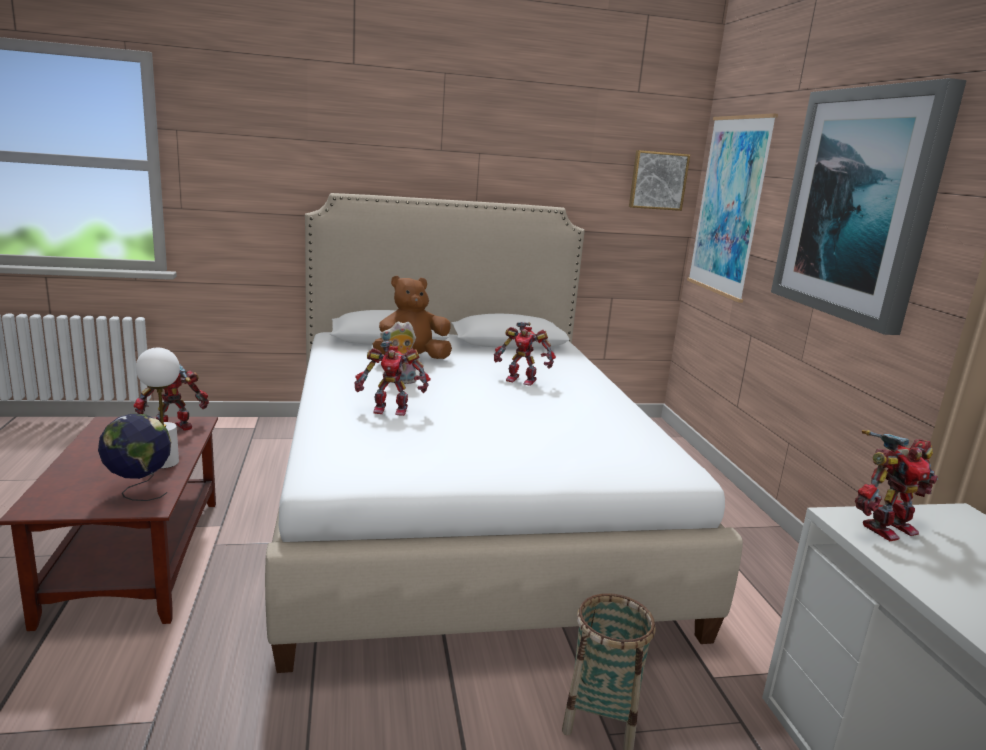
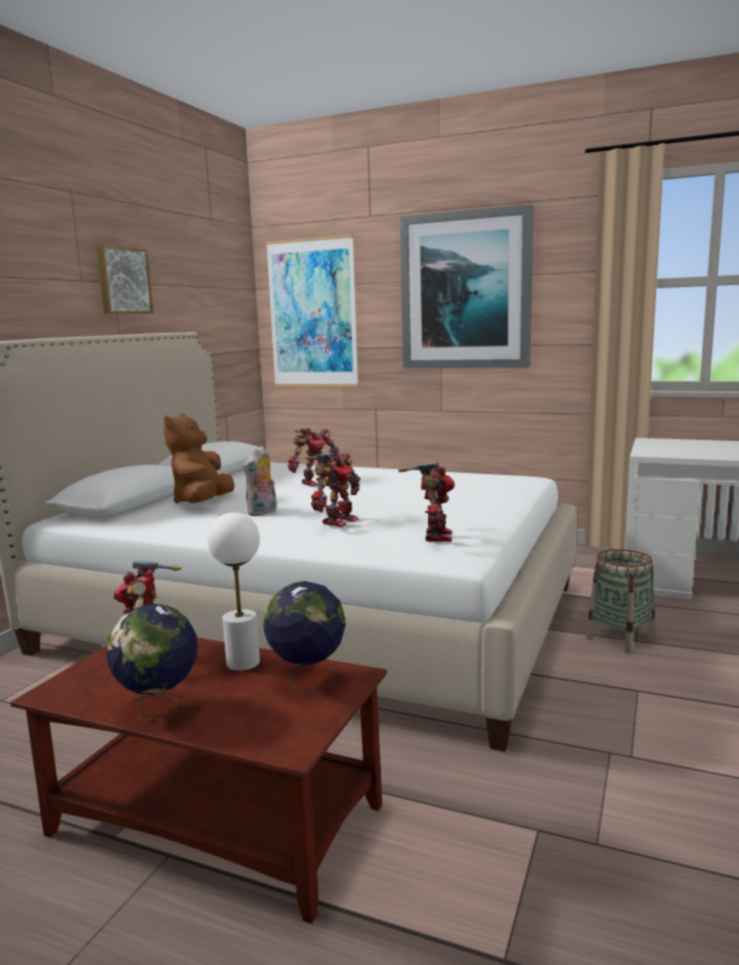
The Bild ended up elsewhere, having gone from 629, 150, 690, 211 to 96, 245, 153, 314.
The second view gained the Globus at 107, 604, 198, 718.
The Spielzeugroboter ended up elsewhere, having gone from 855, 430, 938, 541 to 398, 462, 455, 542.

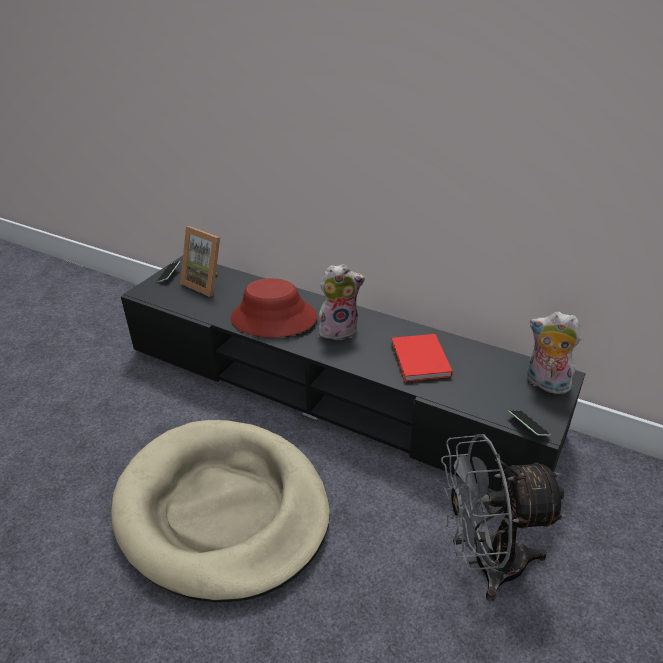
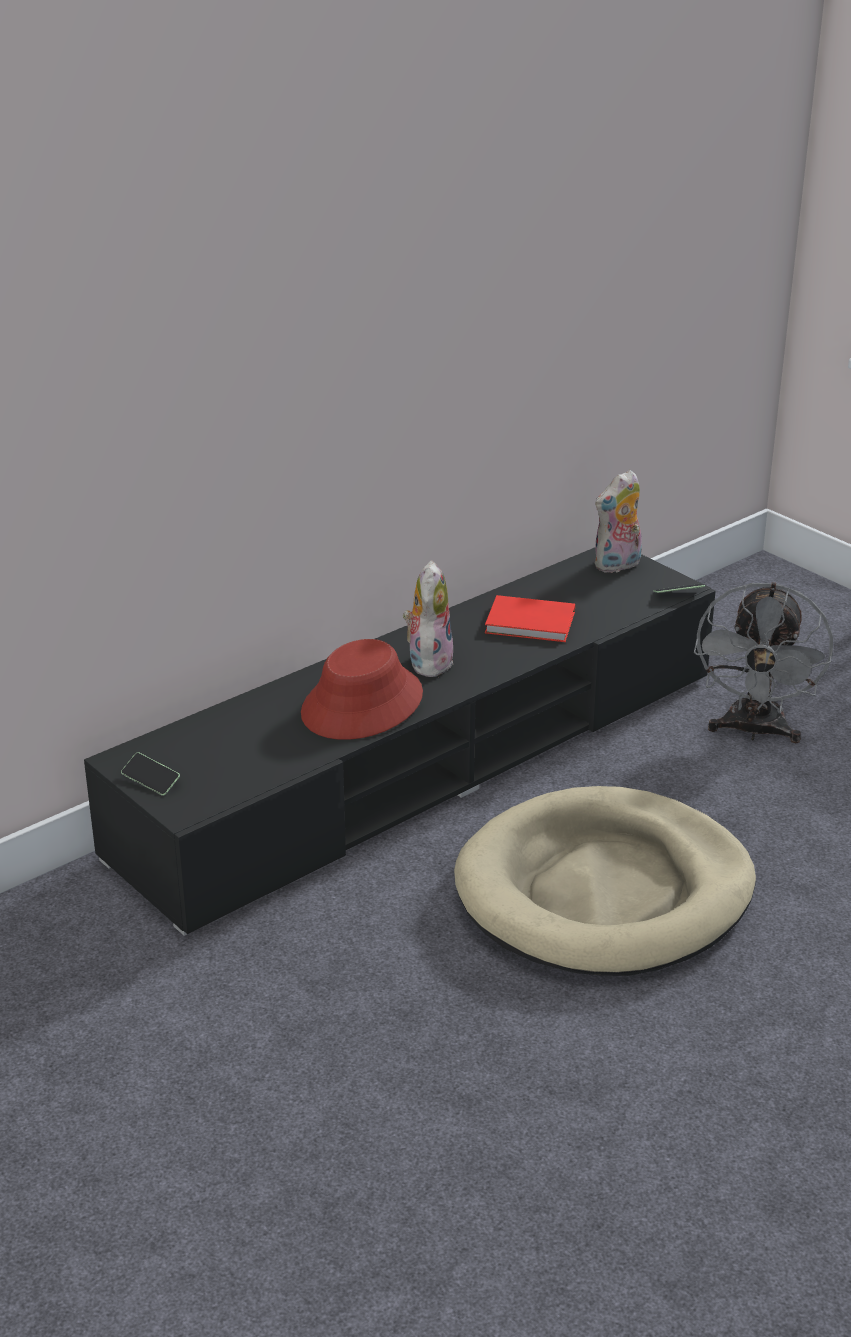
The second view lost the Bilderrahmen at 180, 226, 220, 297.

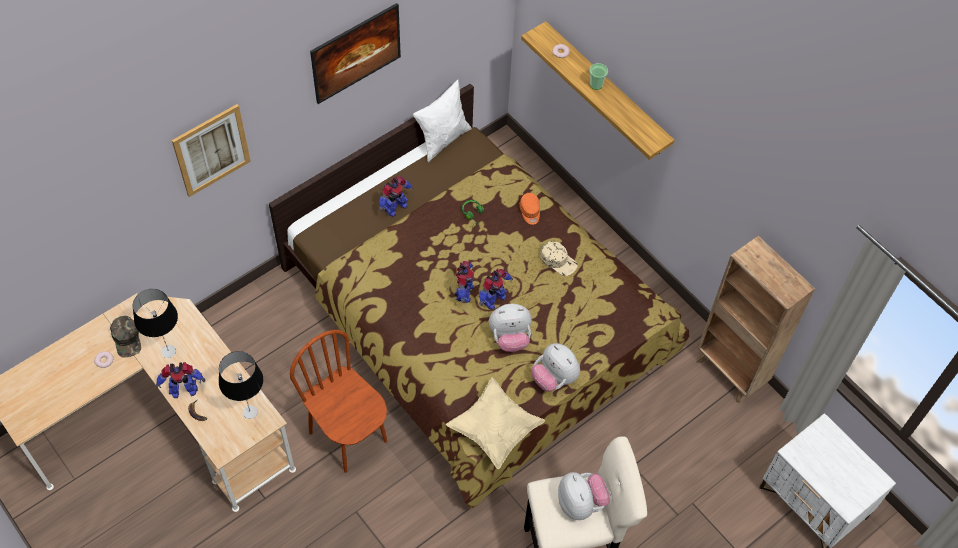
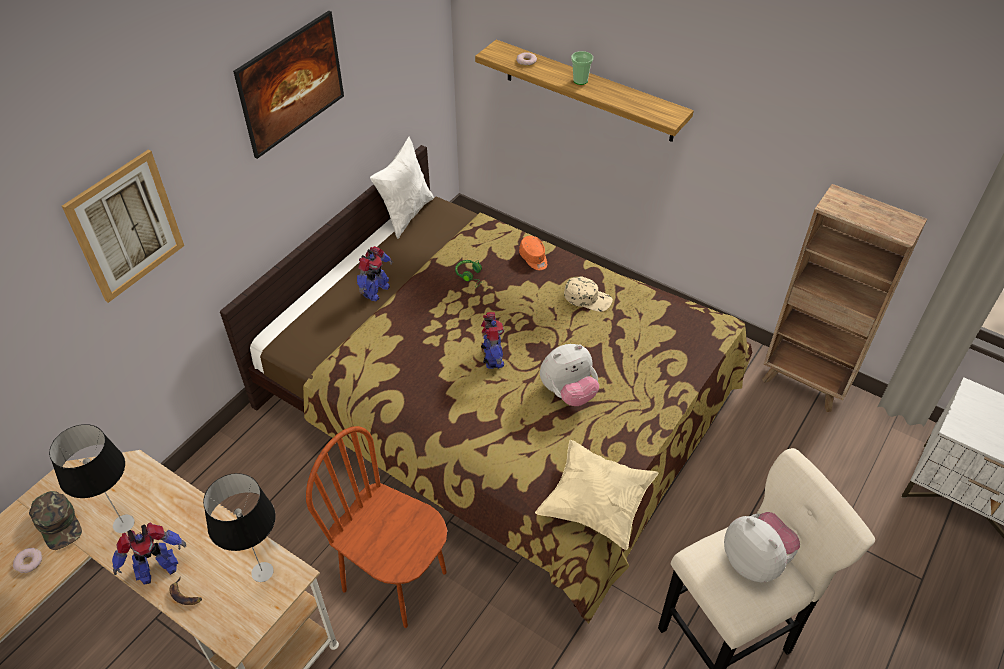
The second view lost the Spielzeugroboter at 479, 269, 513, 310.
The second view lost the Plüschtier at 531, 343, 580, 392.

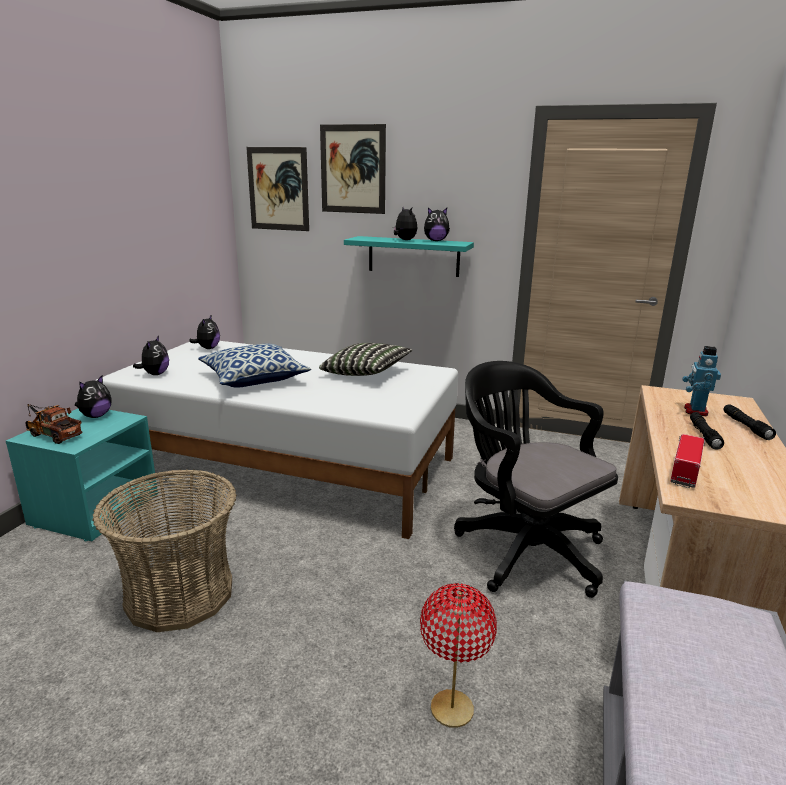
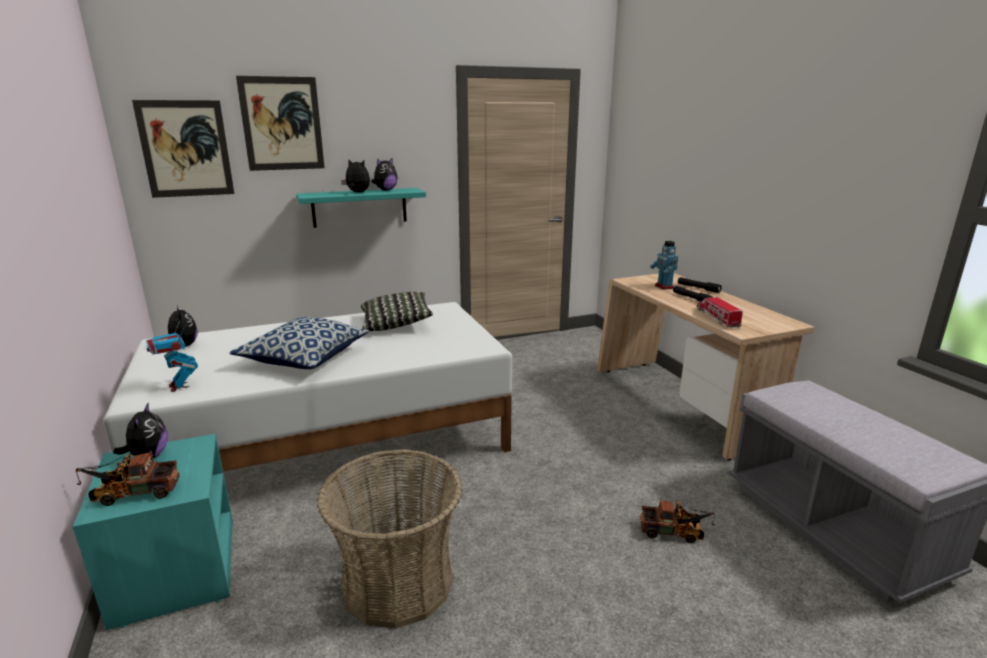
Where the Plüschtier stood at 133, 335, 169, 375, the Spielzeugroboter came to stand at 146, 321, 198, 392.
Where the Tischlampe [rot] stood at 420, 583, 497, 728, the Spielzeuglaster came to stand at 640, 499, 715, 543.
The second view lost the Bürostuhl [schwarz] at 454, 361, 618, 598.

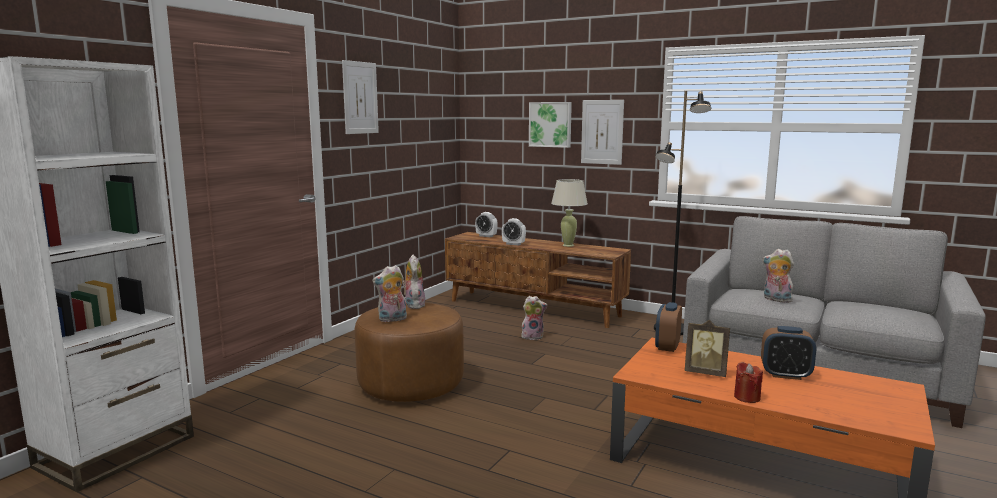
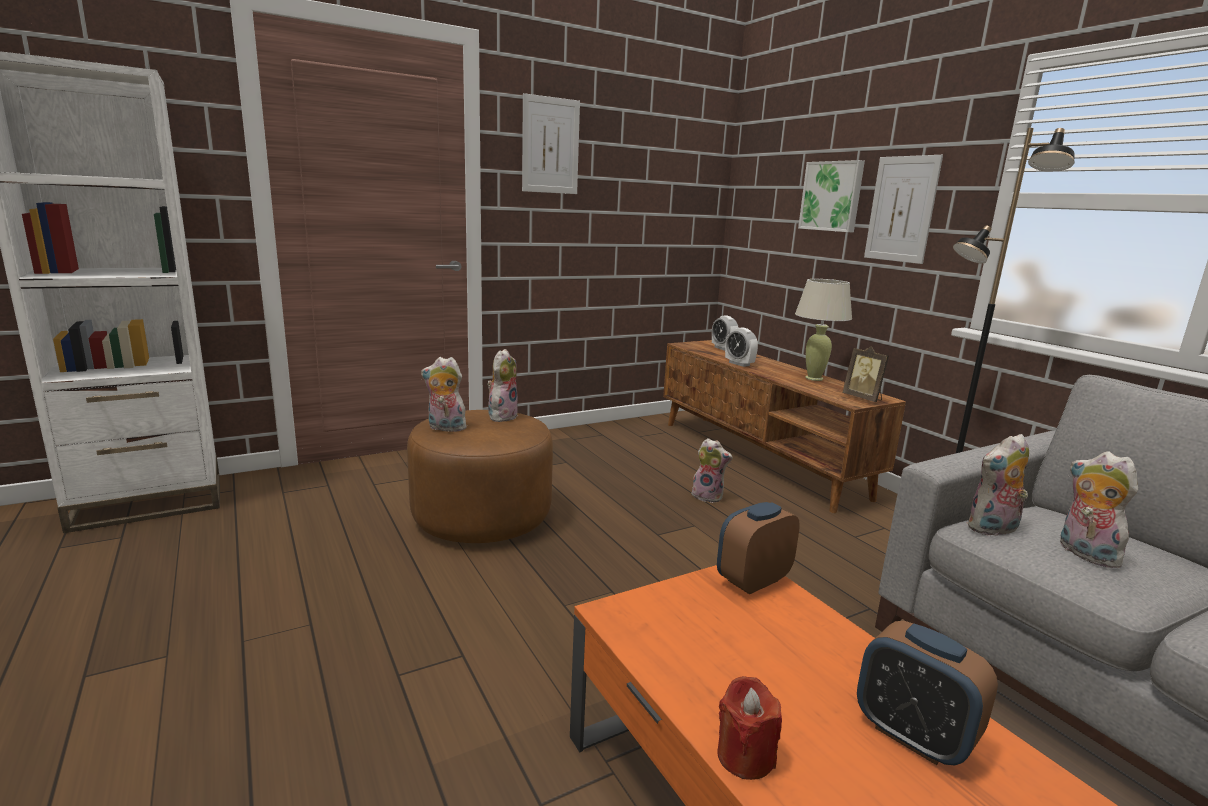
The Bilderrahmen ended up elsewhere, having gone from 685, 320, 730, 377 to 842, 346, 889, 402.
The second view gained the Plüschtier at 967, 434, 1029, 537.

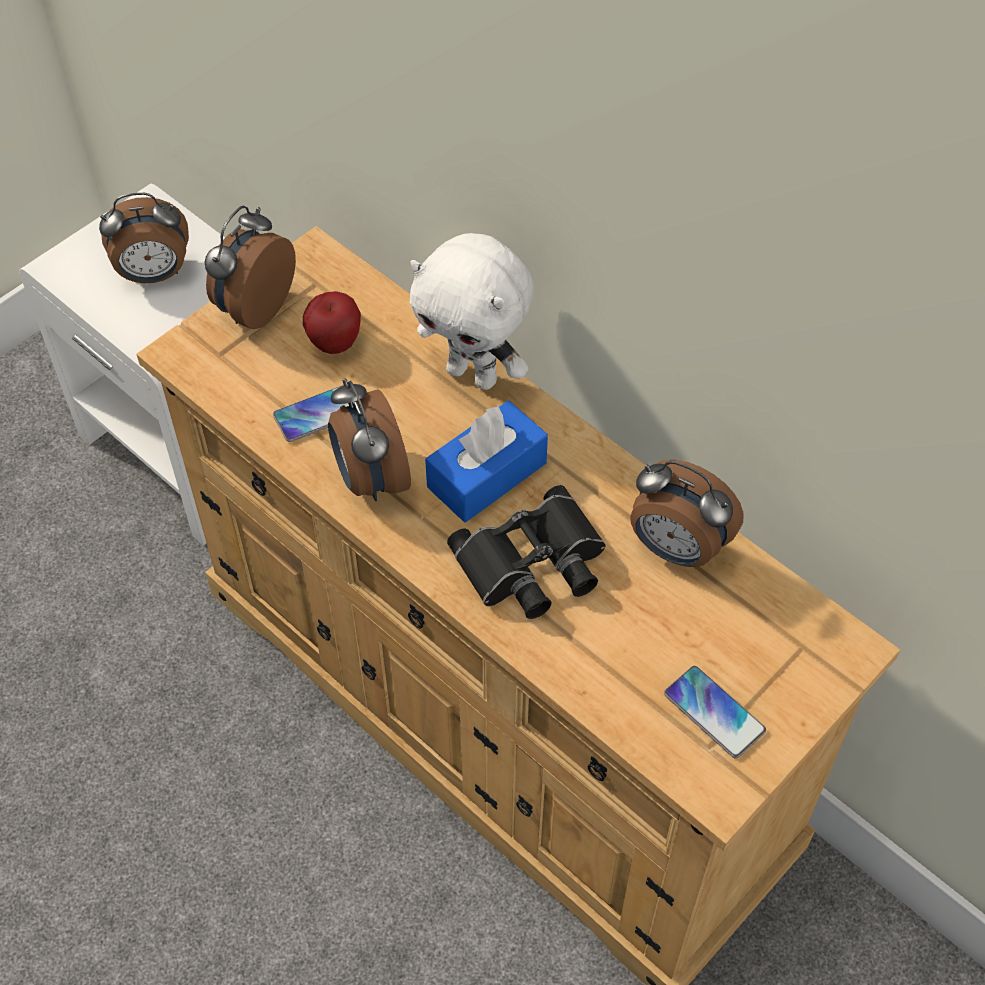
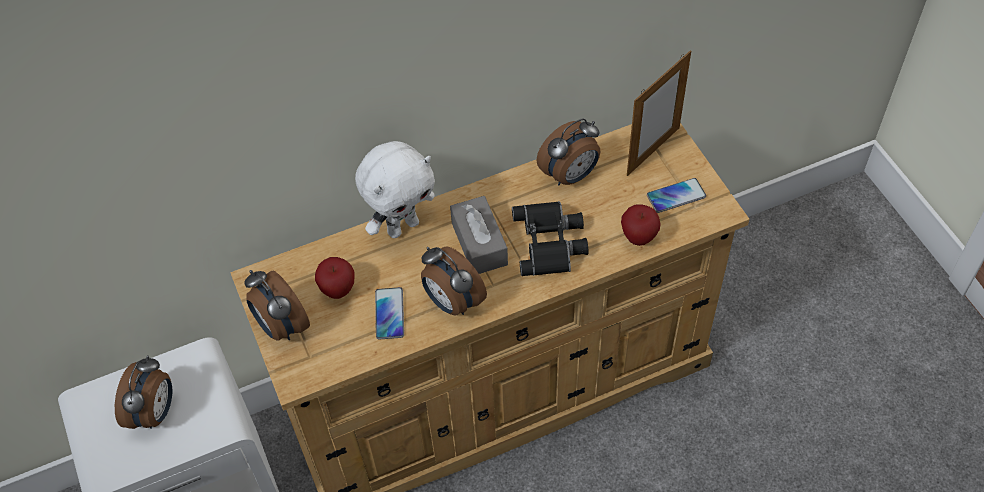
The Wecker at 328, 378, 411, 501 ended up facing another way, 45 degrees clockwise from before.
What was the Taschentuchbox [blau] at 425, 401, 548, 522 turned into the Taschentuchbox [grau] at 450, 196, 508, 274.
The second view gained the Apfel at 621, 204, 661, 246.
The second view gained the Bilderrahmen at 627, 51, 691, 176.

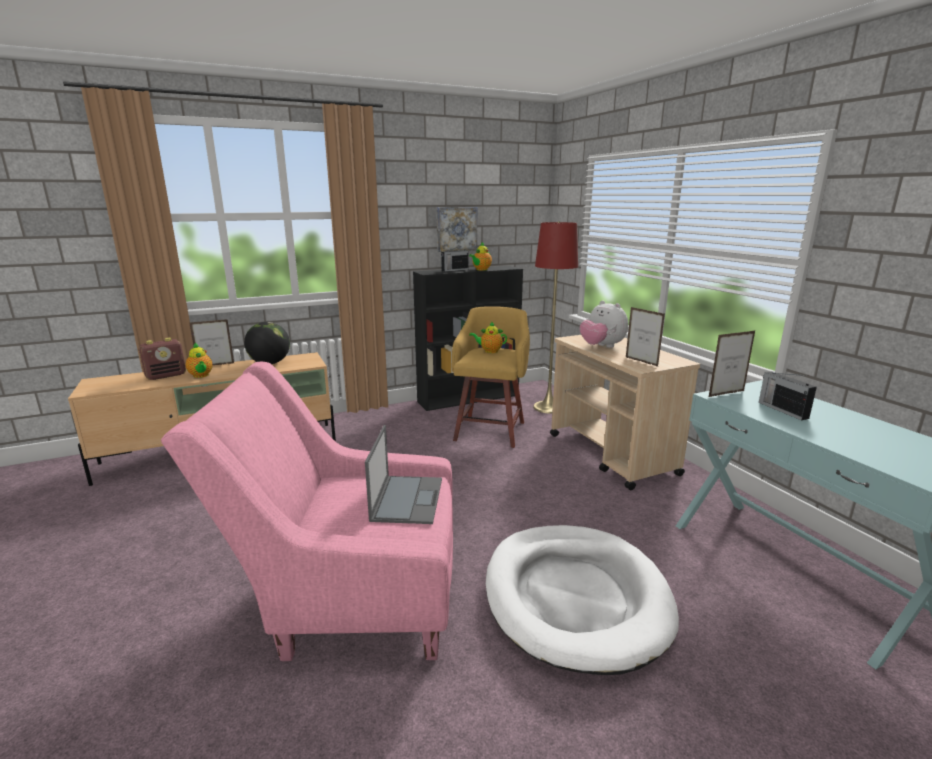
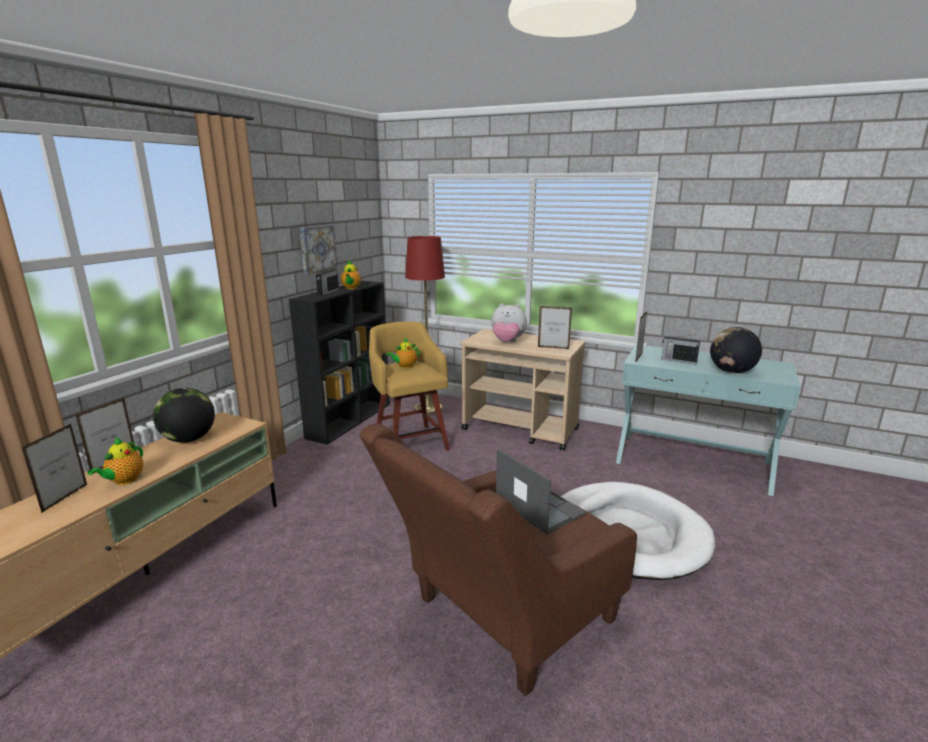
Where the Radio stood at 139, 338, 186, 380, the Bilderrahmen came to stand at 22, 424, 88, 513.
The Teekanne at 186, 343, 212, 378 ended up facing another way, 90 degrees clockwise from before.
What was the Sessel [rosa] at 161, 362, 453, 661 turned into the Sessel [braun] at 359, 423, 637, 696.
The second view gained the Globus at 710, 327, 762, 373.

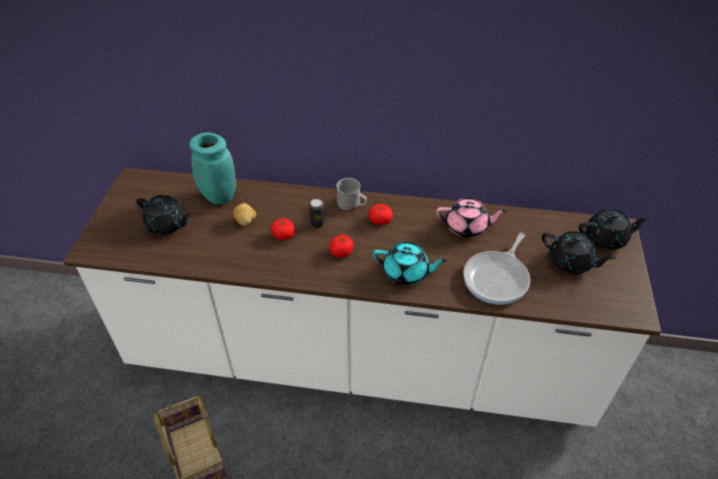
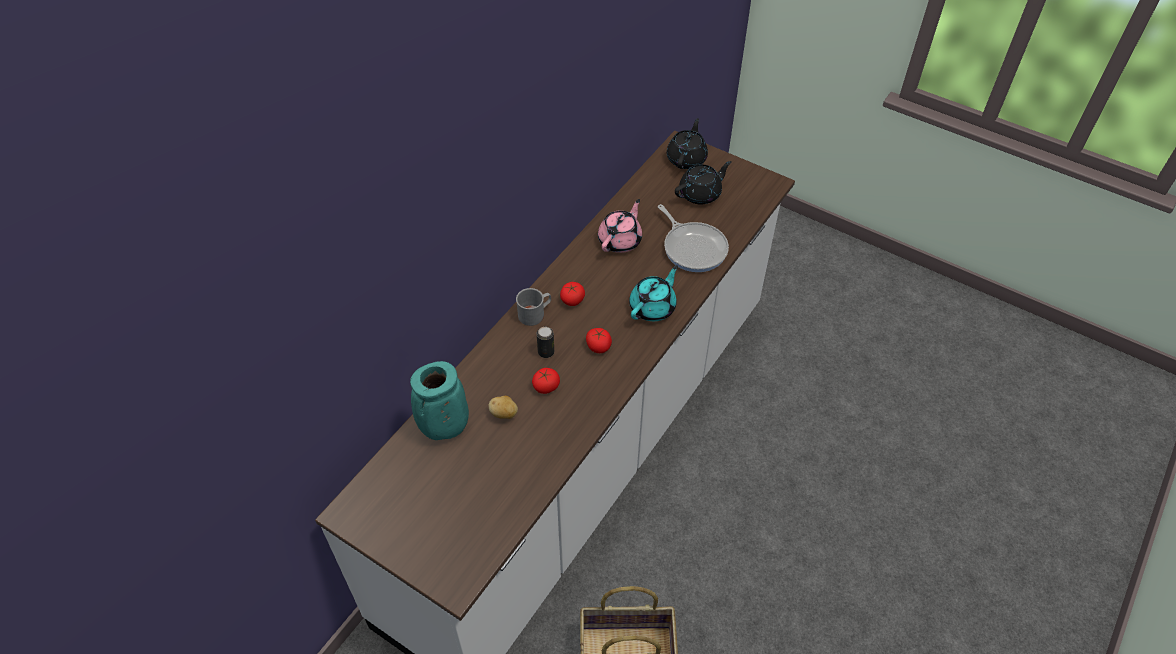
The second view lost the Teekanne [schwarz] at 136, 195, 191, 235.

